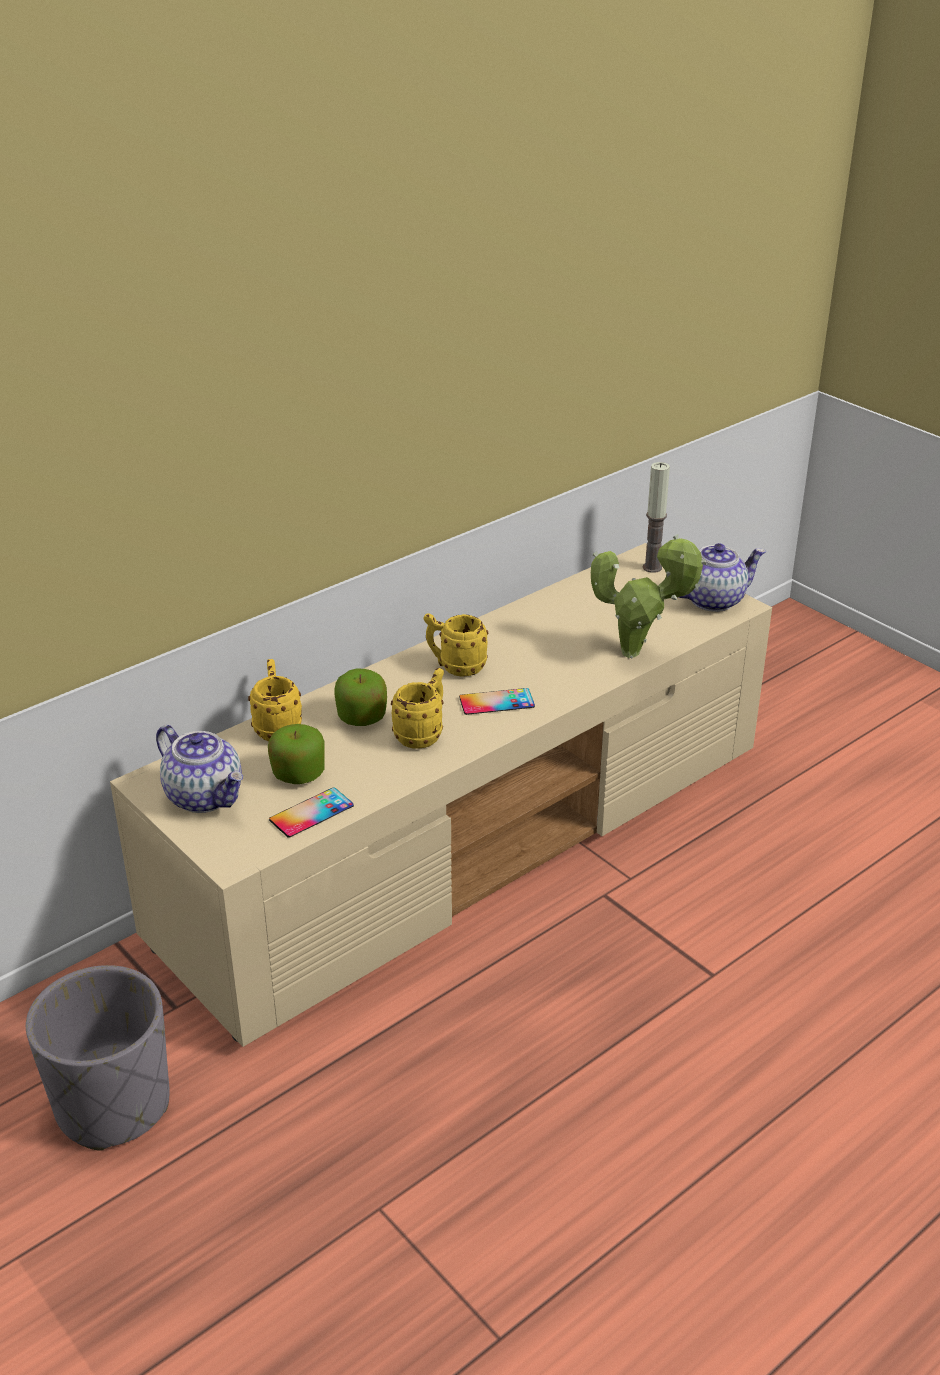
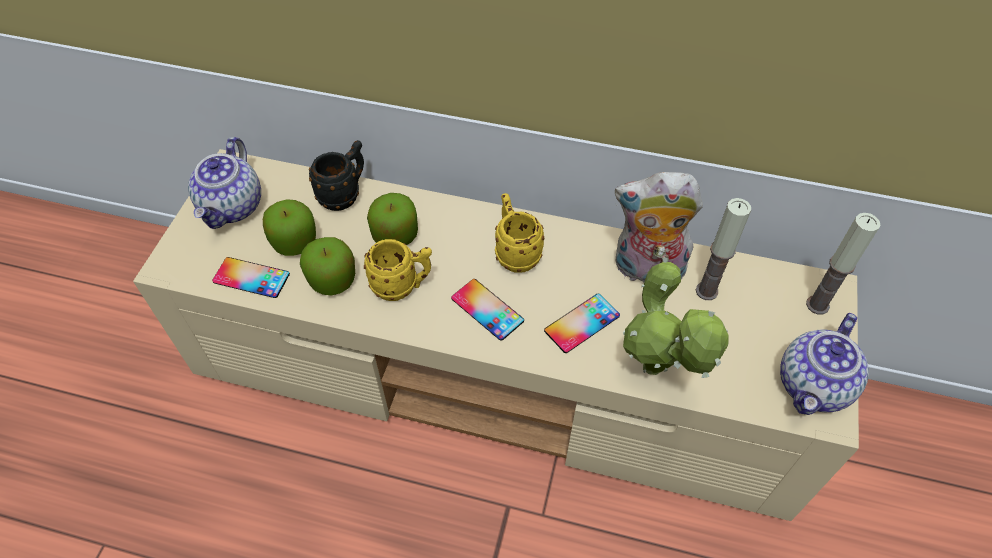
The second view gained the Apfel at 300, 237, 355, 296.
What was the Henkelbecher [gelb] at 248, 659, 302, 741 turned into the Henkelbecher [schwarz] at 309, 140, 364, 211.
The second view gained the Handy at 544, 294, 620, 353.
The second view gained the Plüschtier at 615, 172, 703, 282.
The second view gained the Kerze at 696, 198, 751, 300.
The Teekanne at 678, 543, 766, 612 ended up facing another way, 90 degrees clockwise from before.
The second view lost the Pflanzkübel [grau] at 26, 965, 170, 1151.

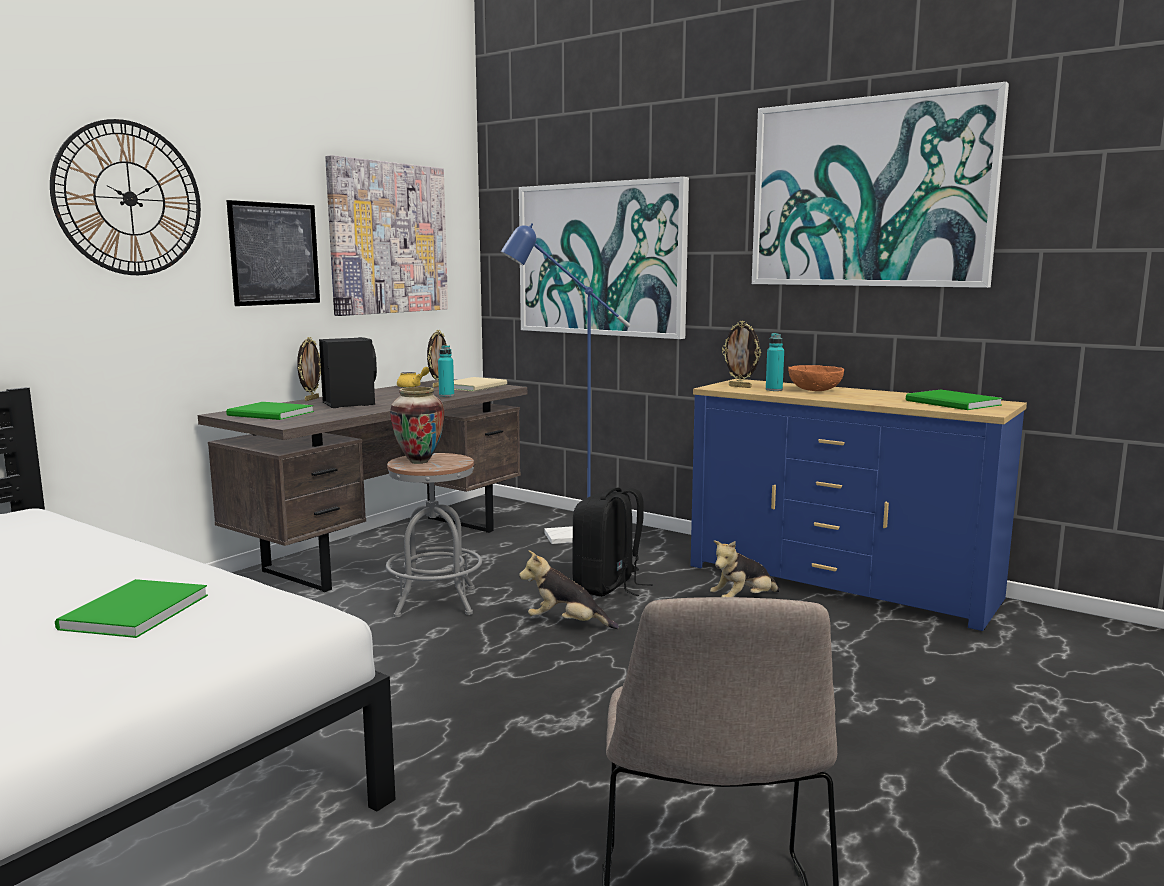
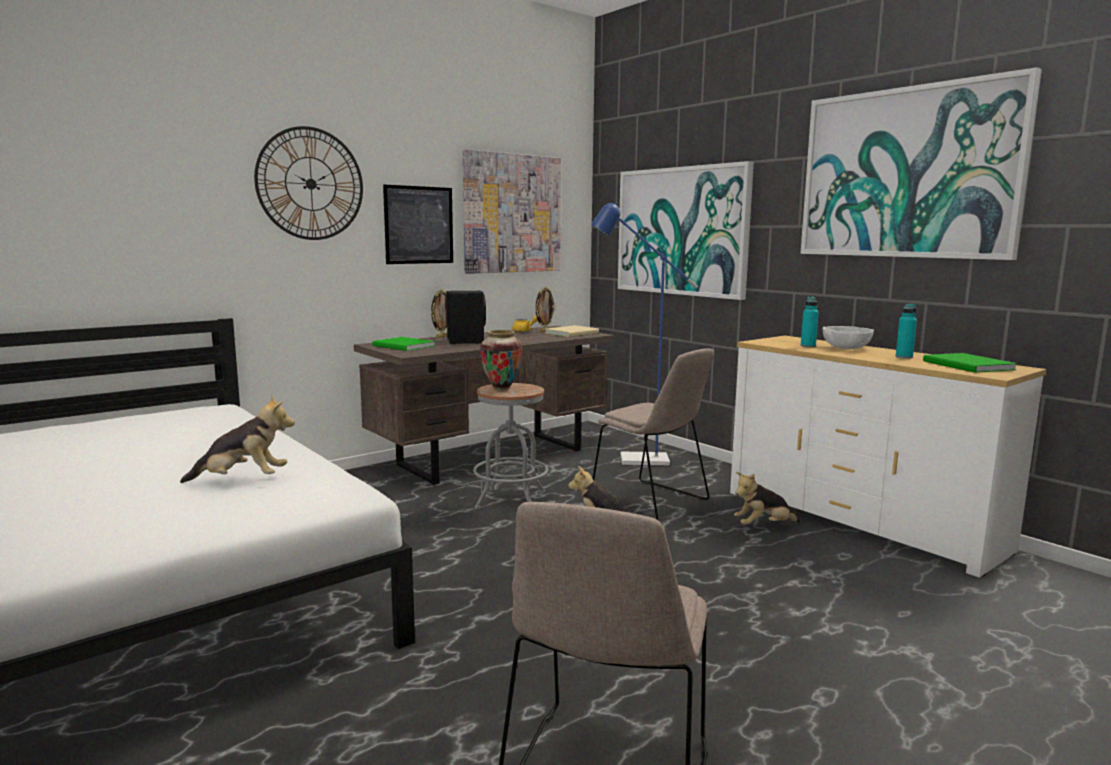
Where the Buch [grün] stood at 55, 579, 208, 638, the Plüschtier came to stand at 180, 395, 295, 483.
Where the Rucksack [schwarz] stood at 572, 488, 653, 597, the Stuhl [beige] came to stand at 592, 348, 714, 520.
What was the Kommode [blau] at 690, 379, 1027, 631 turned into the Kommode [weiß] at 730, 336, 1046, 578.
What was the Schüssel [orange] at 788, 365, 844, 391 turned into the Schüssel [weiß] at 823, 326, 874, 349.
The Flasche [türkis] ended up elsewhere, having gone from 438, 345, 454, 397 to 895, 304, 917, 359.
The second view lost the Bilderrahmen at 722, 321, 761, 388.

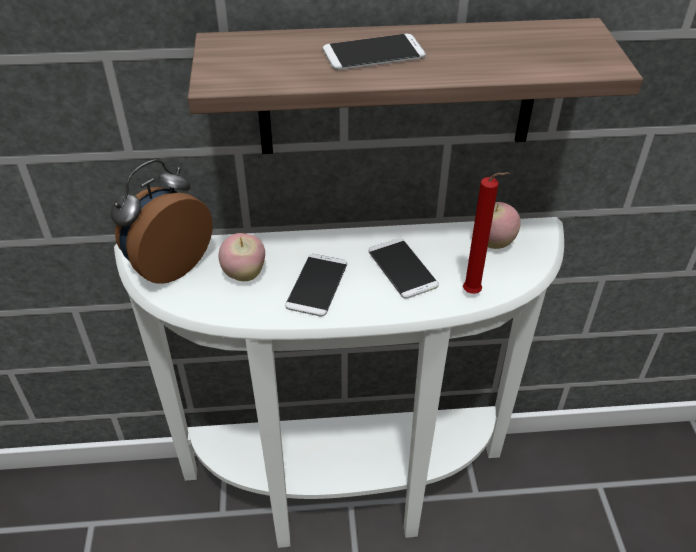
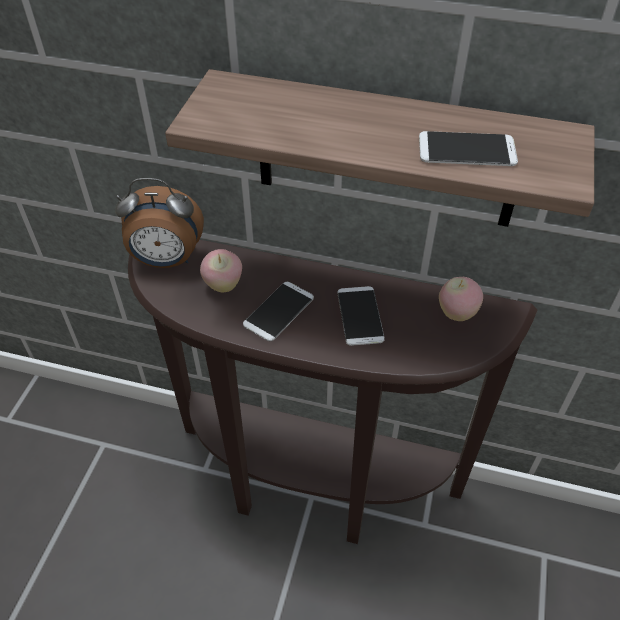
The Wecker at 110, 160, 213, 284 ended up facing another way, 150 degrees counterclockwise from before.
What was the Konsolentisch [weiß] at 114, 217, 564, 548 turned into the Konsolentisch [braun] at 128, 240, 537, 544.
The Handy ended up elsewhere, having gone from 323, 34, 426, 70 to 419, 131, 518, 166.
The second view lost the Kerze [rot] at 463, 172, 510, 294.

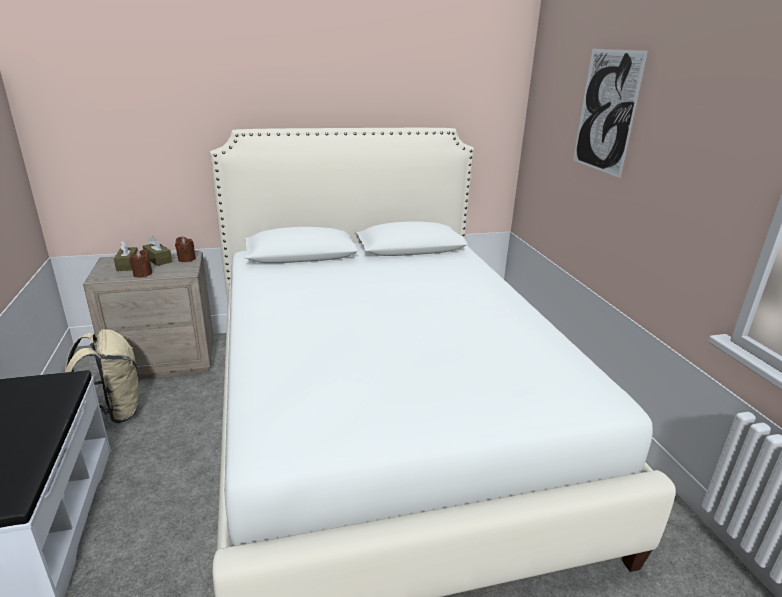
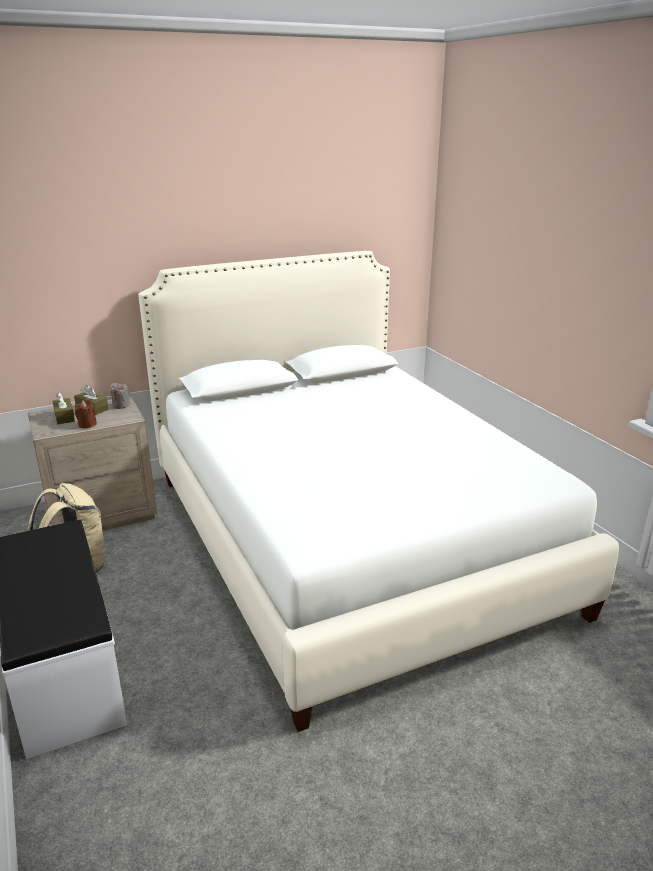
What was the Kerze [braun] at 175, 237, 196, 262 turned into the Kerze [grau] at 110, 383, 130, 409.
The second view lost the Bild at 573, 49, 647, 178.

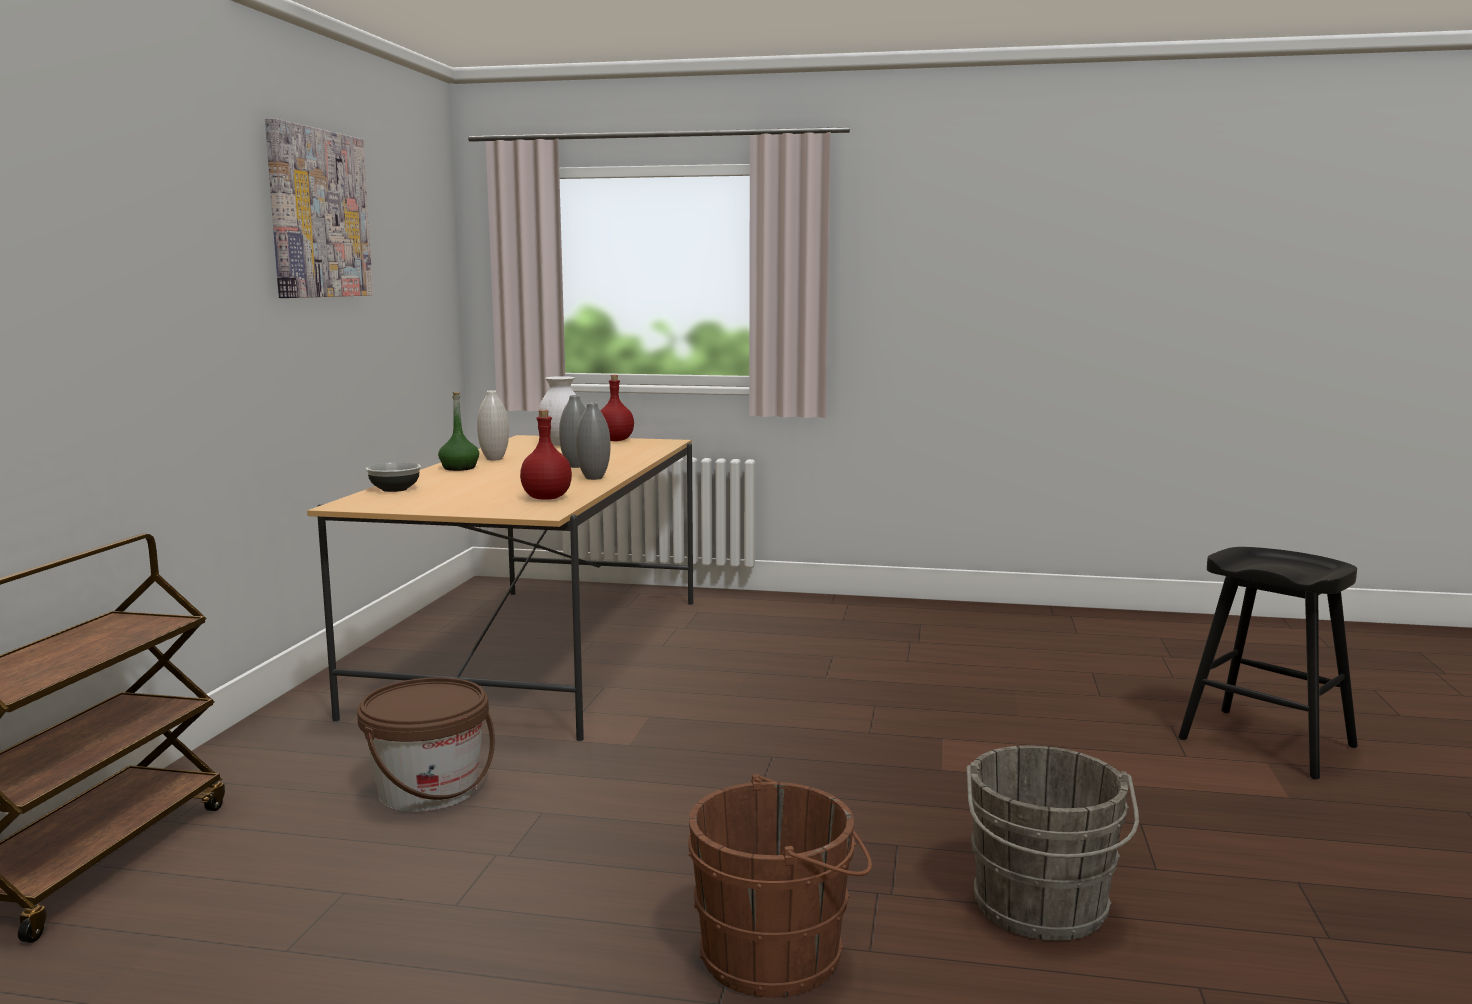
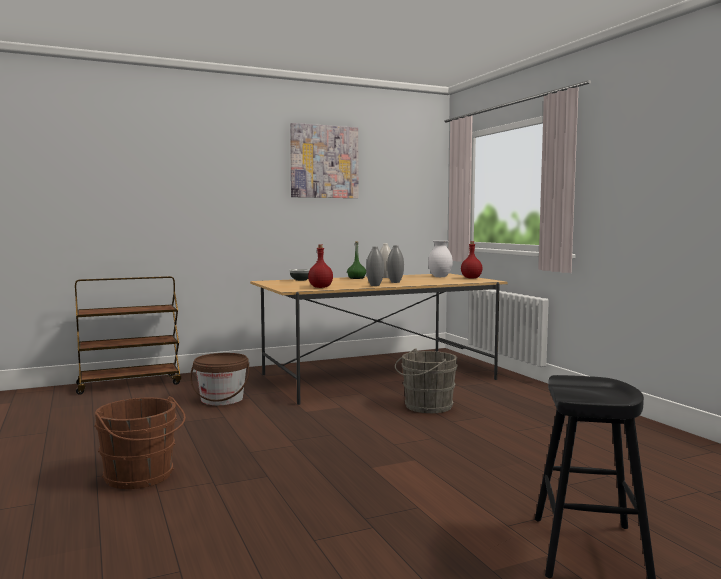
The Eimer [grau] ended up elsewhere, having gone from 966, 745, 1139, 941 to 395, 349, 458, 413.

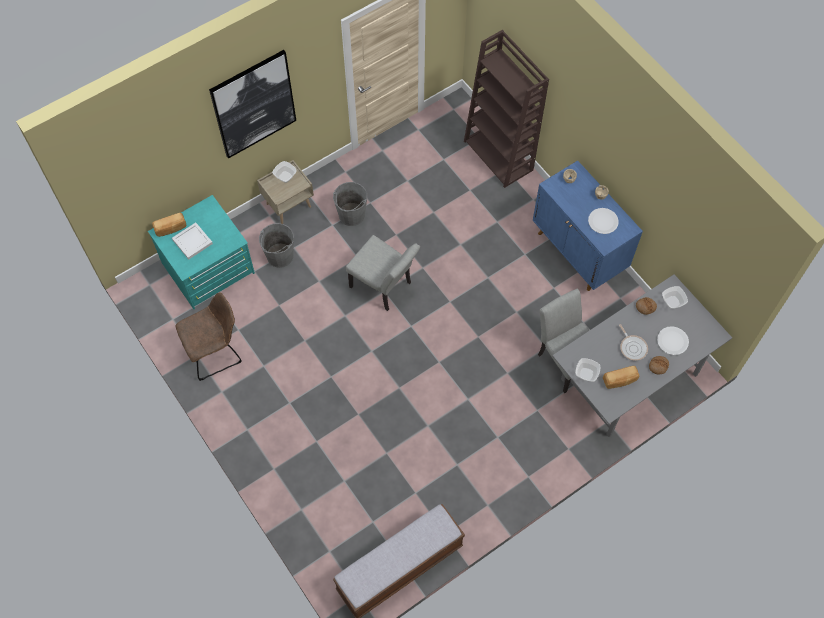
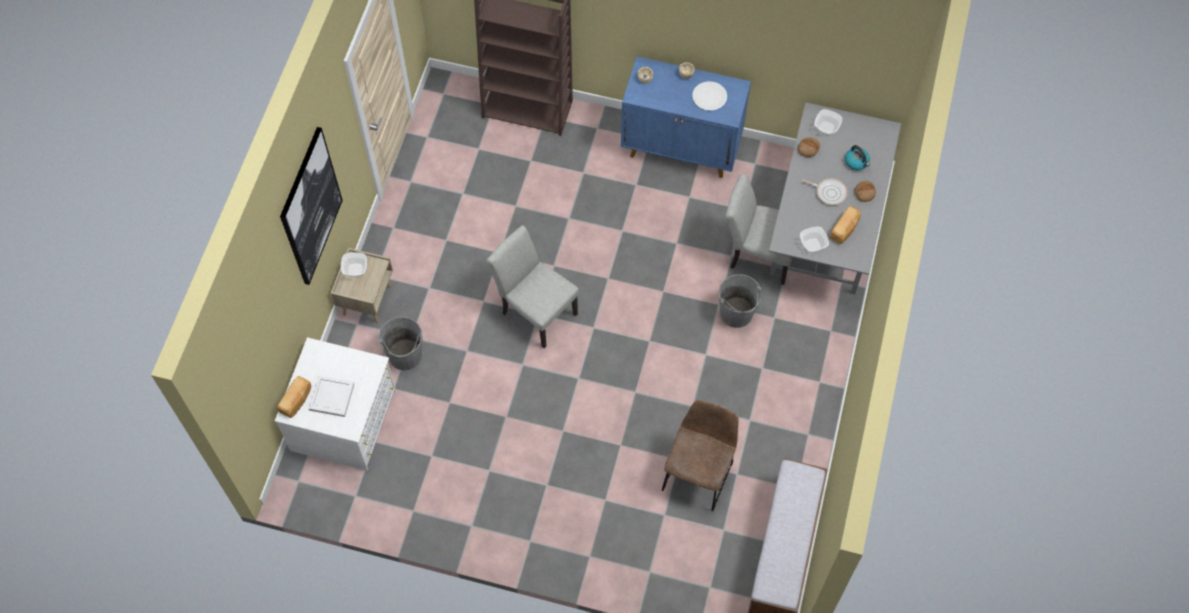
What was the Kommode [türkis] at 148, 195, 255, 309 turned into the Kommode [weiß] at 275, 337, 396, 471.
The Stuhl [grau] at 346, 235, 420, 311 ended up facing another way, 135 degrees counterclockwise from before.
The Stuhl [braun] ended up elsewhere, having gone from 175, 292, 242, 381 to 662, 400, 739, 511.
The Eimer [grau] ended up elsewhere, having gone from 333, 182, 367, 226 to 719, 274, 762, 328.
Where the Teller [weiß] stood at 657, 326, 689, 355, the Wasserkessel came to stand at 845, 145, 870, 171.

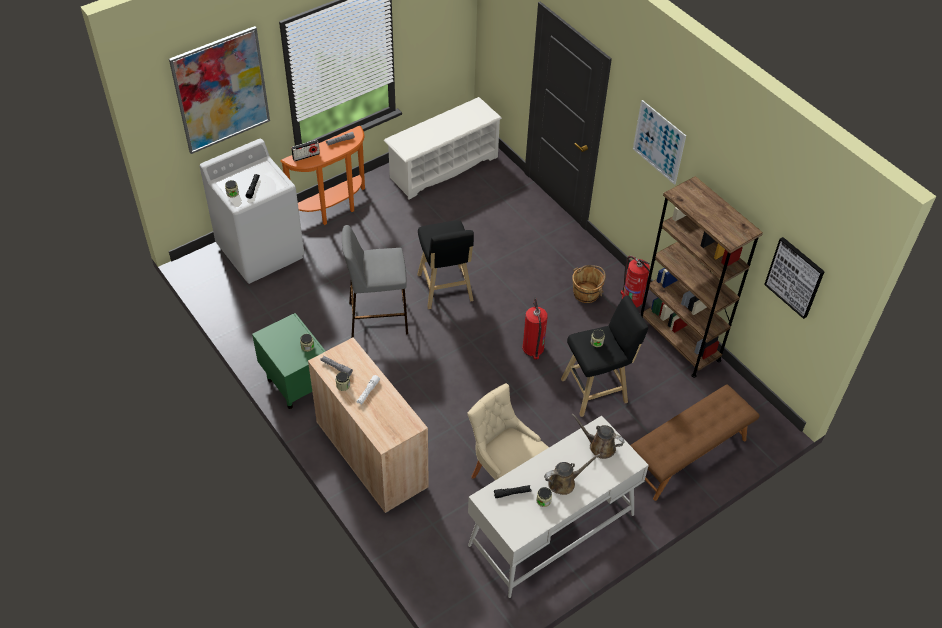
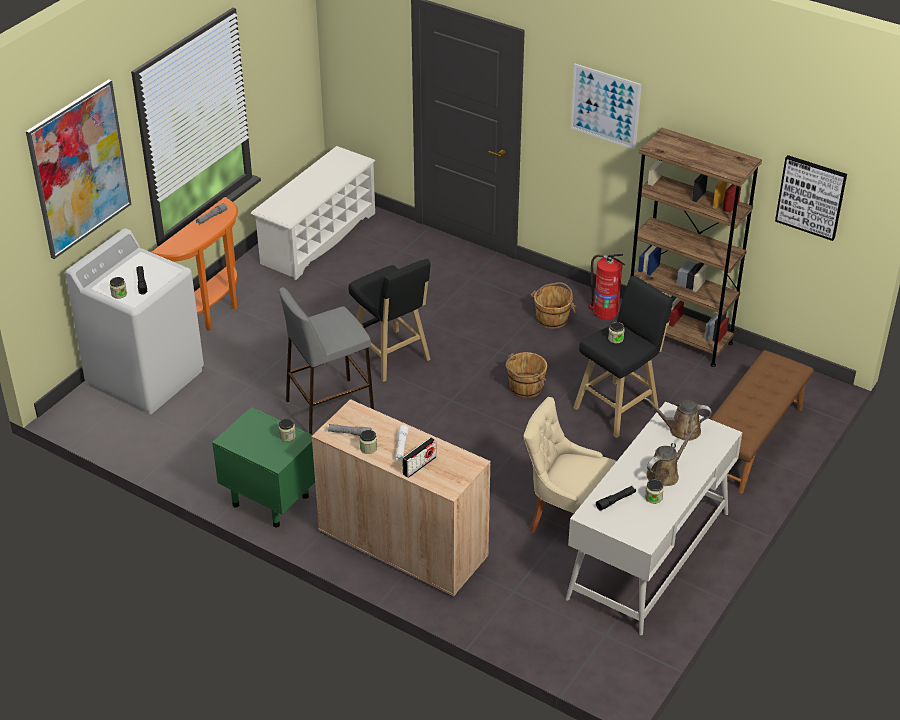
The Radio ended up elsewhere, having gone from 291, 140, 320, 162 to 402, 437, 436, 478.
Where the Feuerlöscher stood at 522, 298, 548, 360, the Eimer [braun] came to stand at 505, 352, 547, 398.

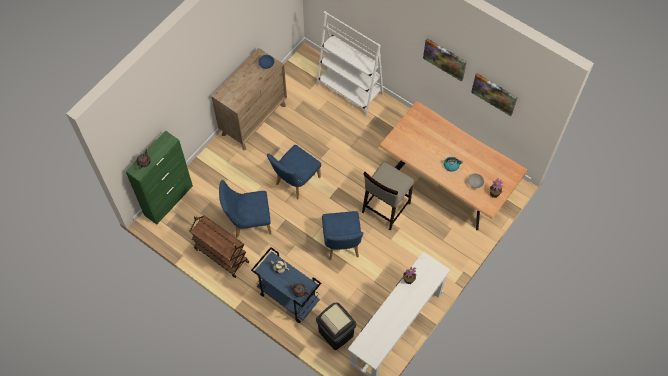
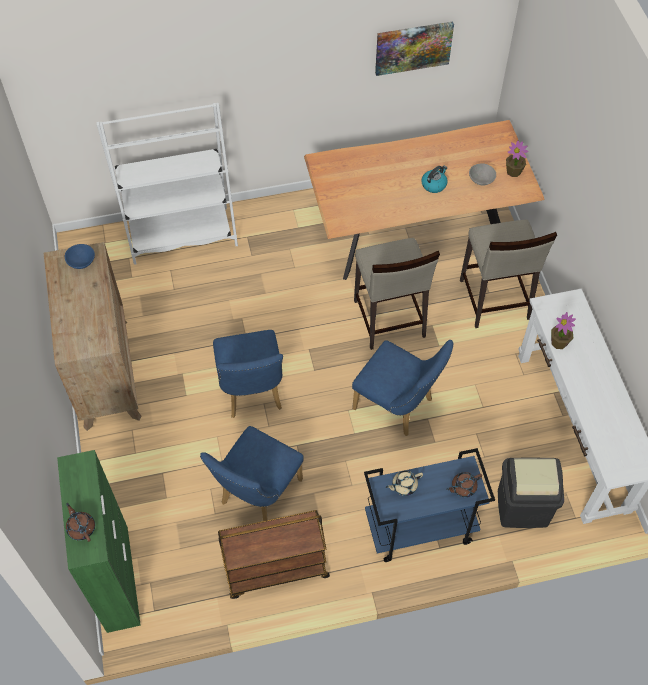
The second view gained the Hocker [beige] at 460, 219, 557, 328.
The second view lost the Bild at 423, 38, 467, 81.

